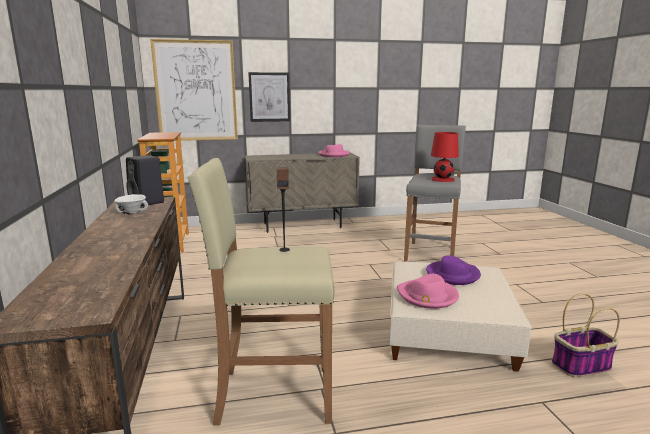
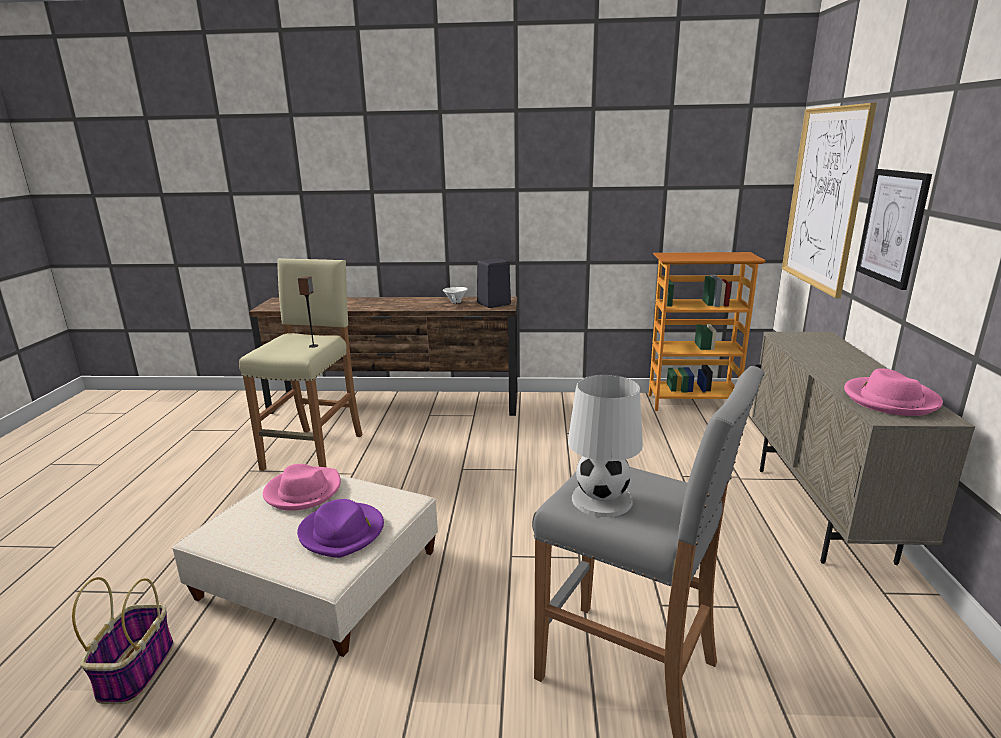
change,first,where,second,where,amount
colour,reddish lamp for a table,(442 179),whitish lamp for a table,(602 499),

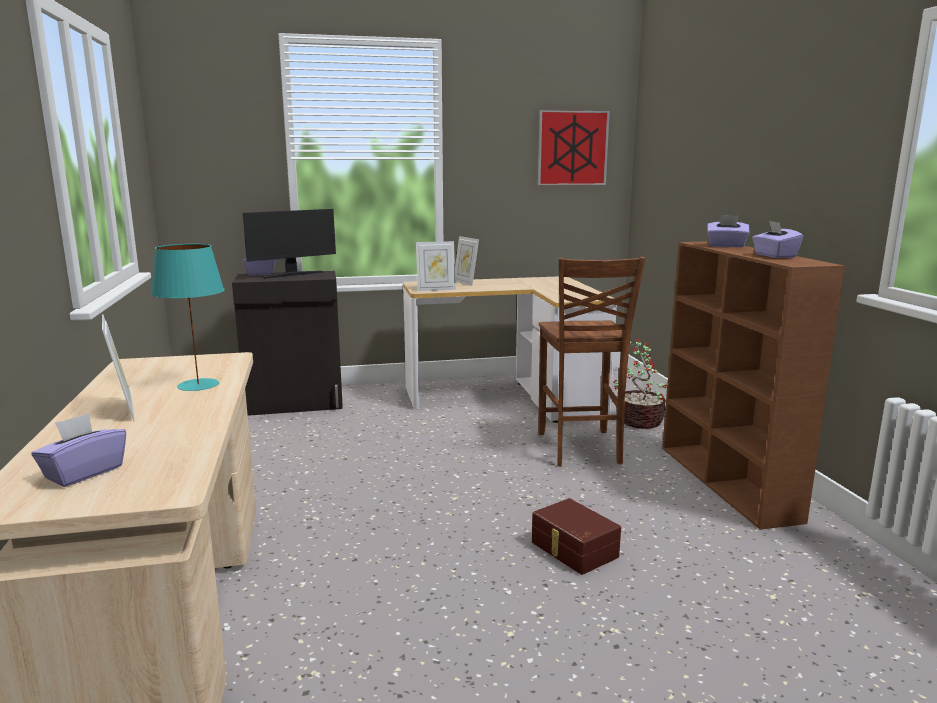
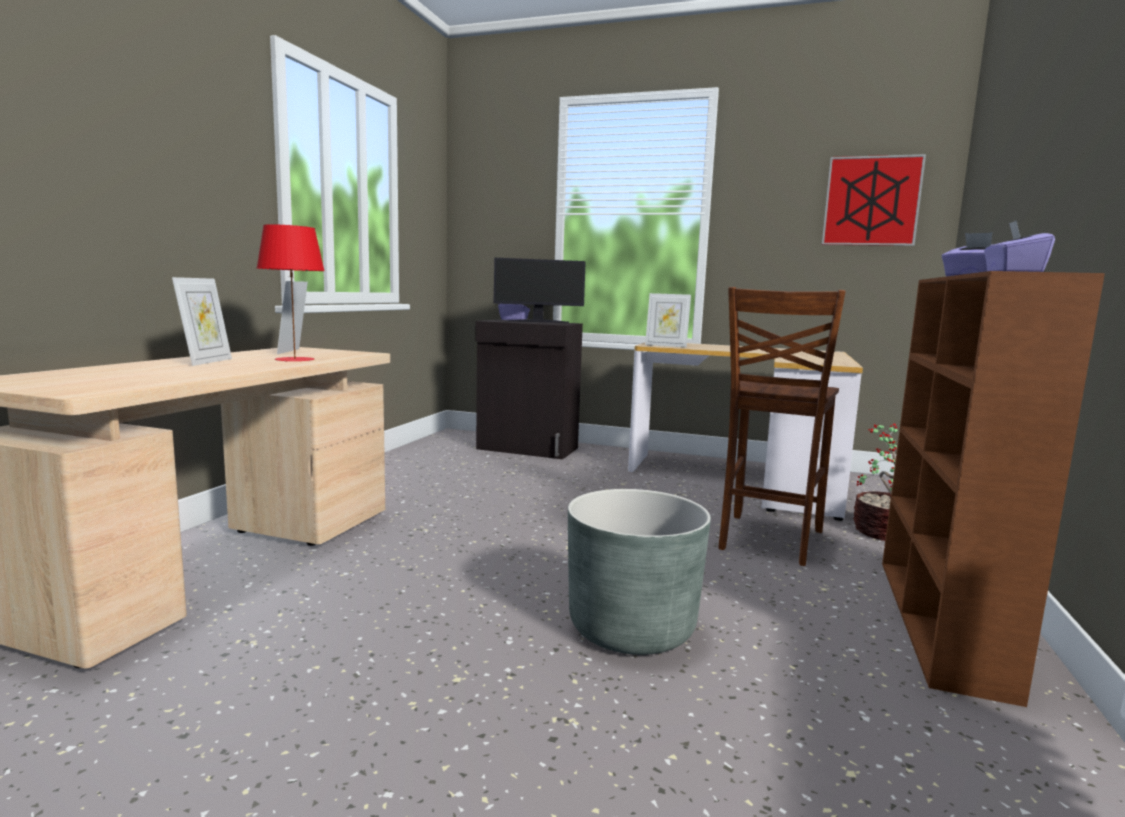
change,first,where,second,where,amount
relocated,picture frame,(465 283),,(294 351),
colour,turquoise lamp for a table,(198 384),reddish lamp for a table,(295 359),
missing,purple tissue box,(84 473),,,
exchanged,brownish storage bin,(573 550),grey plant pot,(631 628),

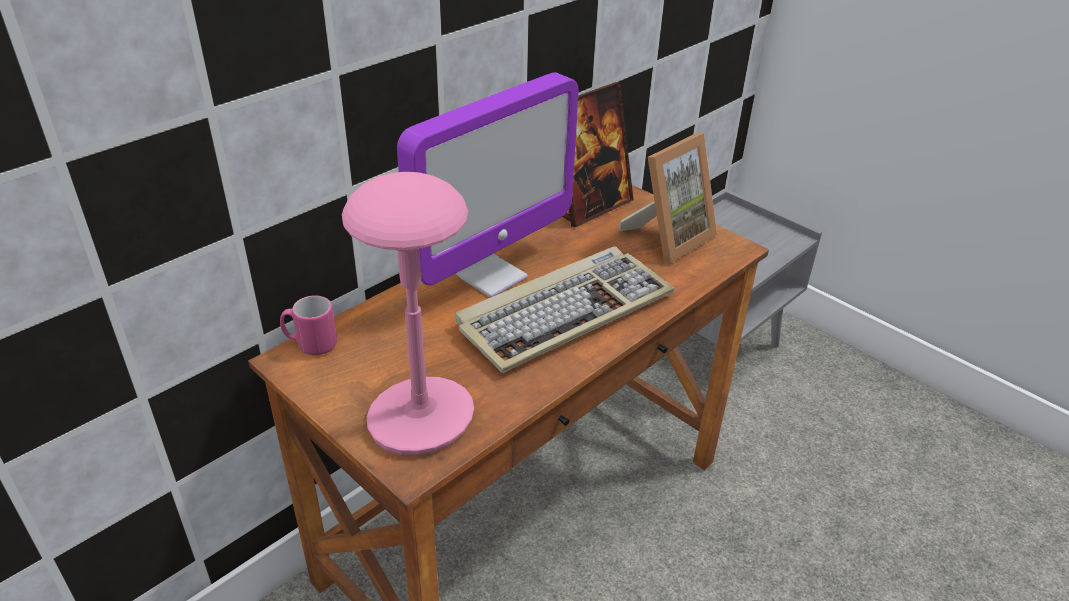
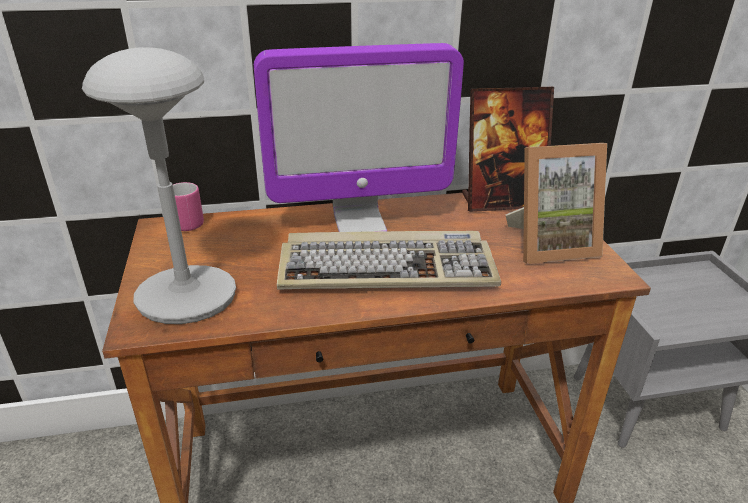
change,first,where,second,where,amount
colour,pink lamp for a table,(421 419),grey lamp for a table,(187 297),

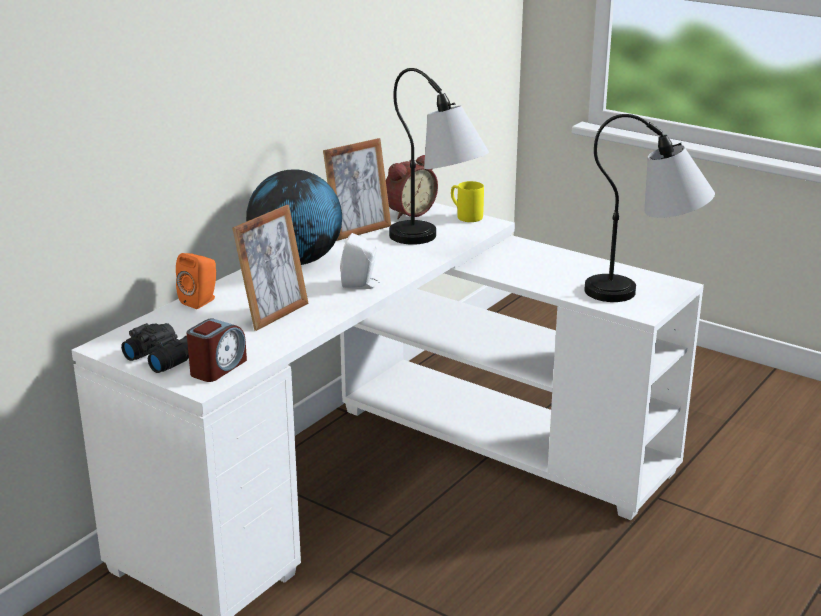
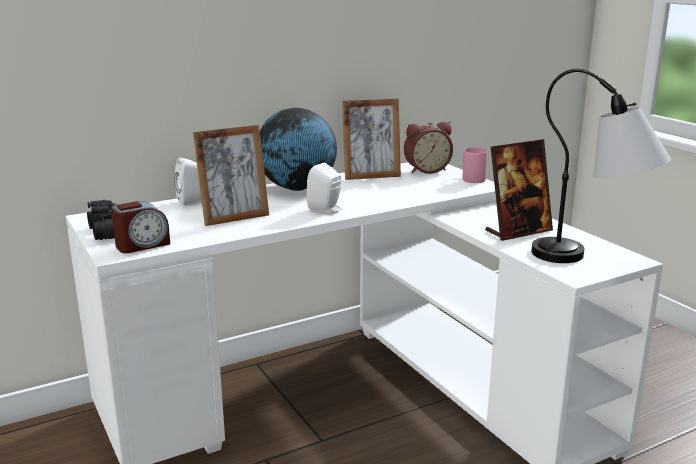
change,first,where,second,where,amount
missing,lamp for a table,(437 244),,,
colour,yellow mug,(465 216),pink mug,(471 178),
colour,orangey loudspeaker,(201 301),whitish loudspeaker,(194 201),
appeared,,,picture frame,(518 231),

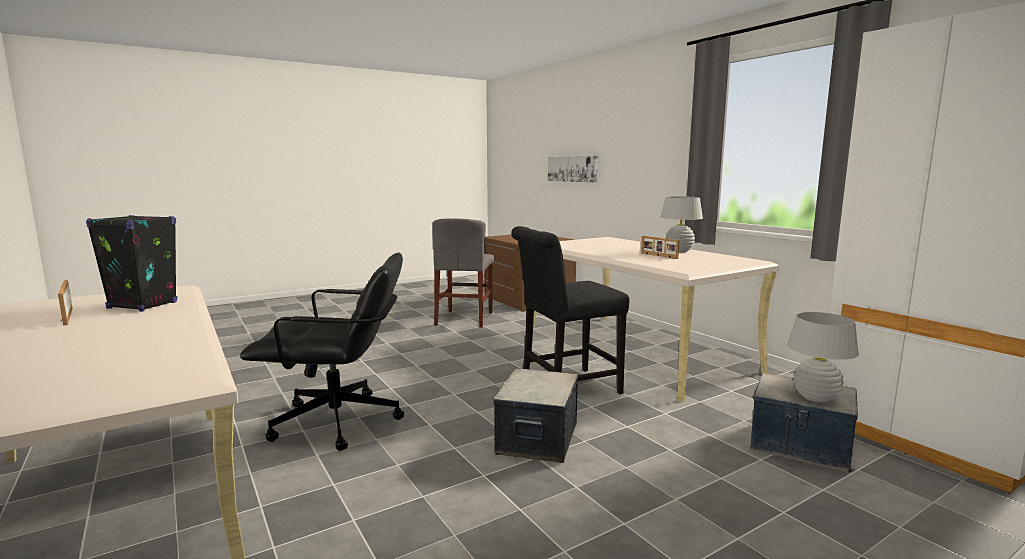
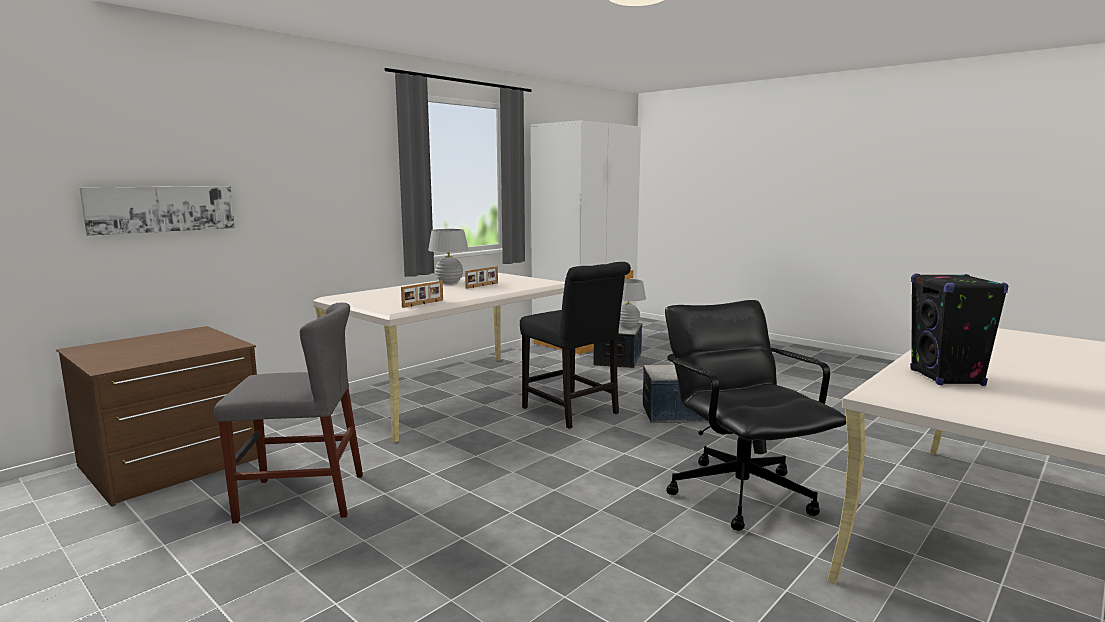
change,first,where,second,where,amount
relocated,picture frame,(66 316),,(423 304),

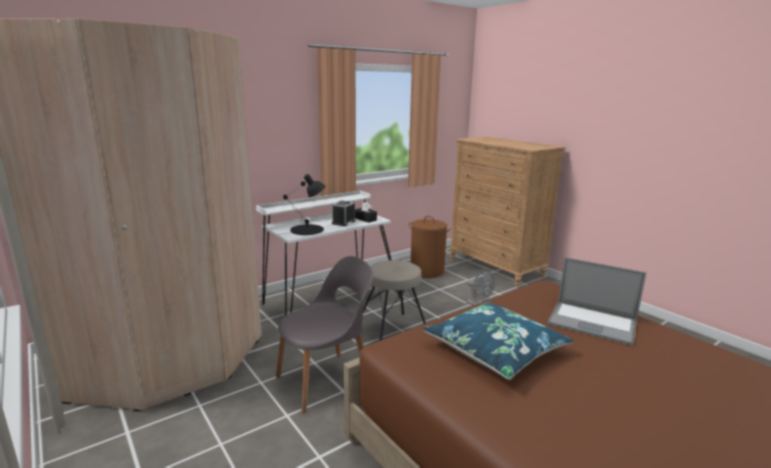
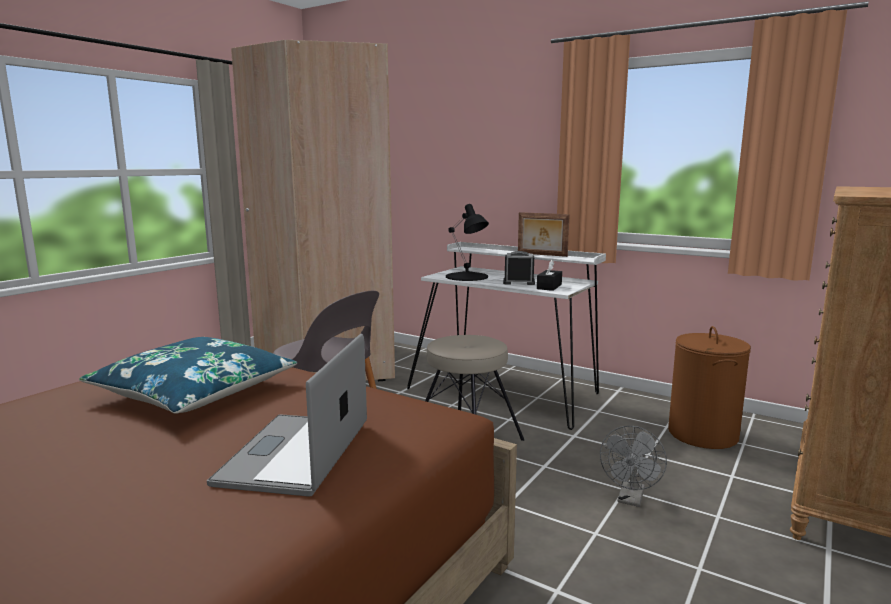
change,first,where,second,where,amount
appeared,,,picture frame,(541 255),

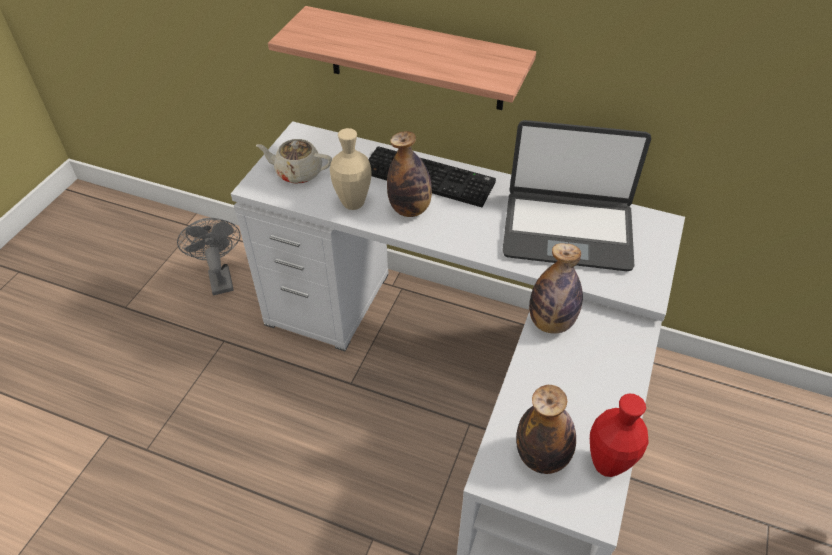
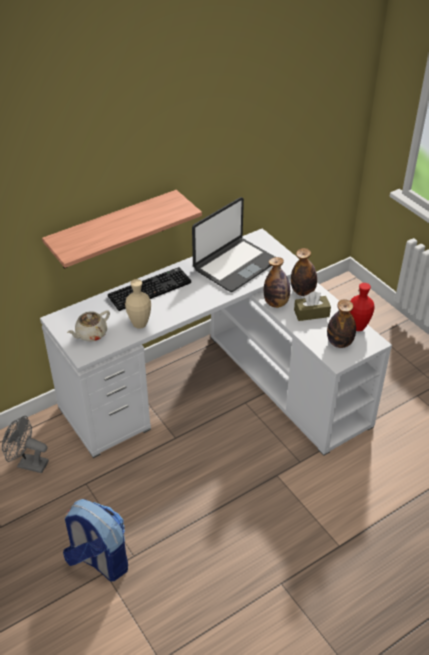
change,first,where,second,where,amount
relocated,bottle,(410 209),,(303 292),
appeared,,,brownish tissue box,(311 313),
appeared,,,rucksack,(99 560),

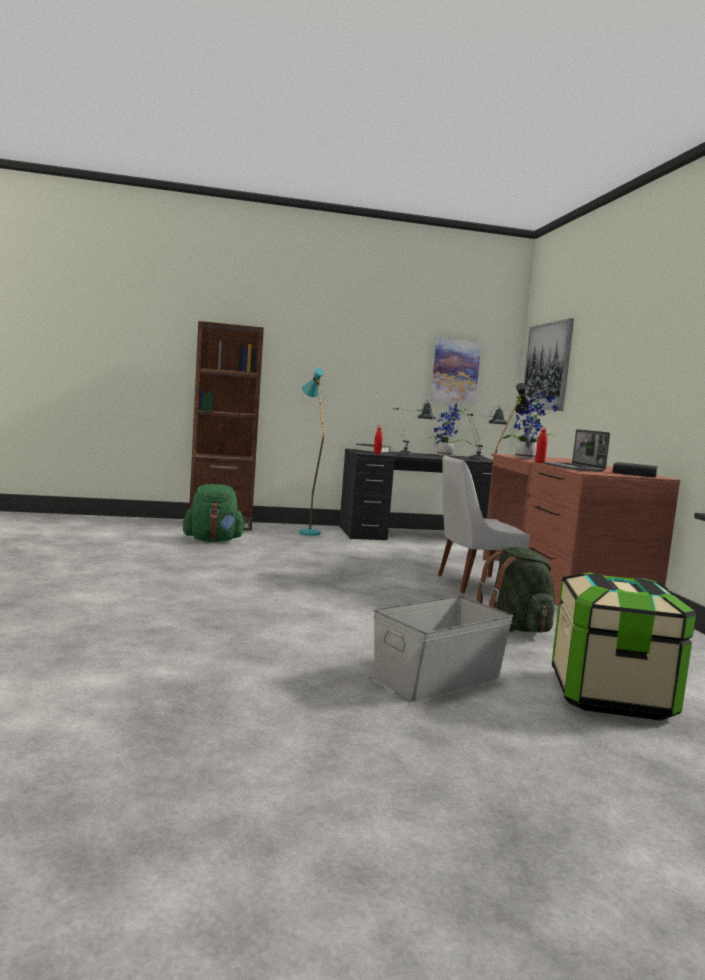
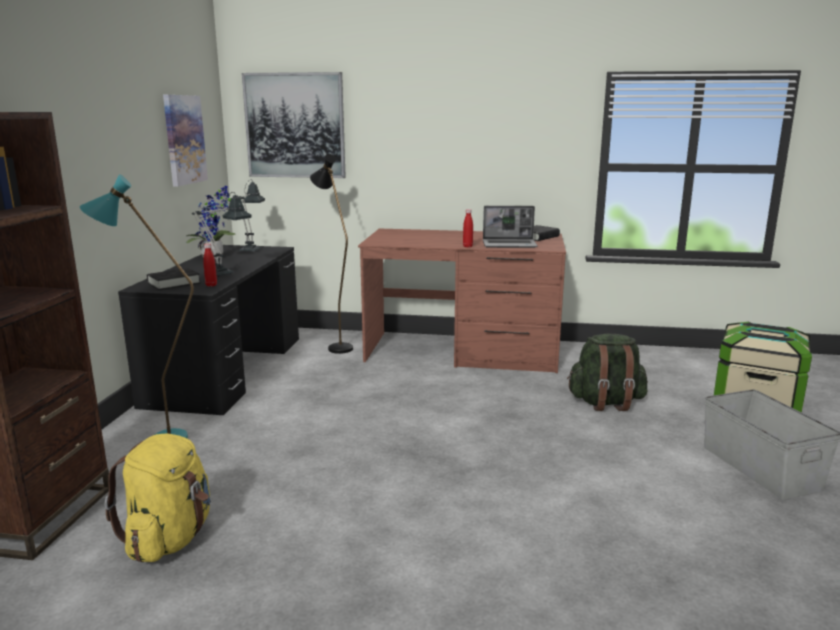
change,first,where,second,where,amount
missing,houseplant,(526 458),,,
missing,whitish chair,(473 584),,,
colour,greenish rucksack,(213 540),yellow rucksack,(170 538),

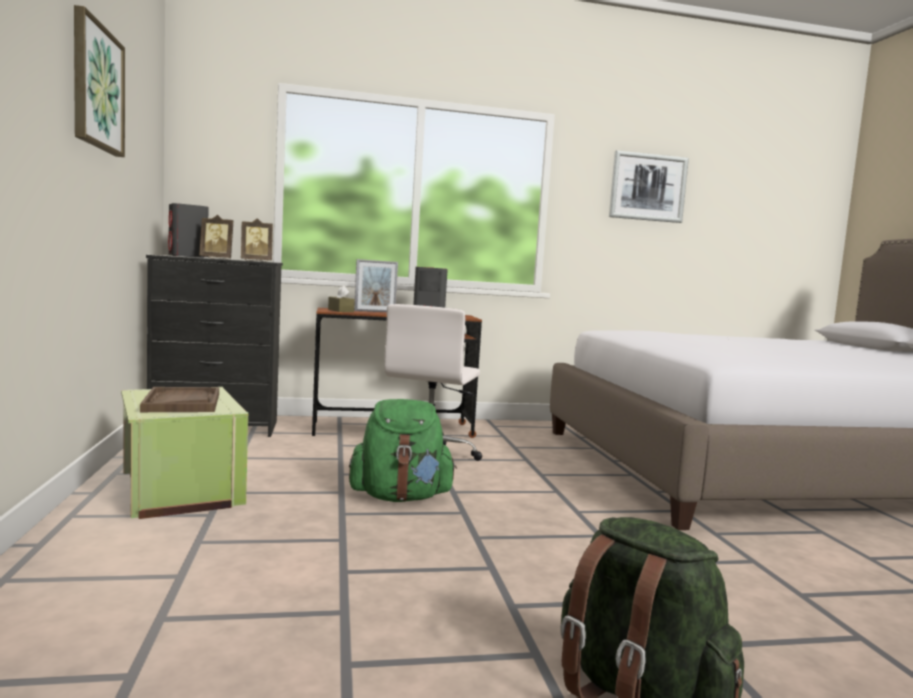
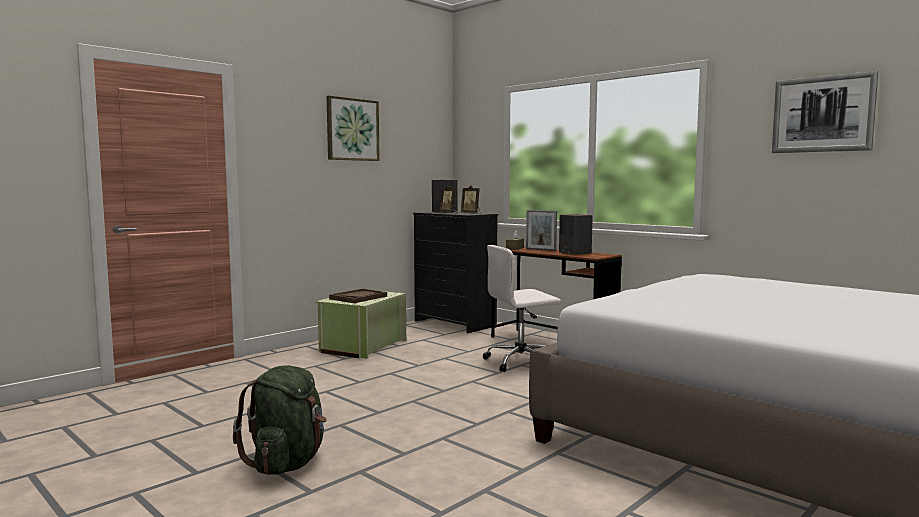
change,first,where,second,where,amount
missing,greenish rucksack,(400 497),,,

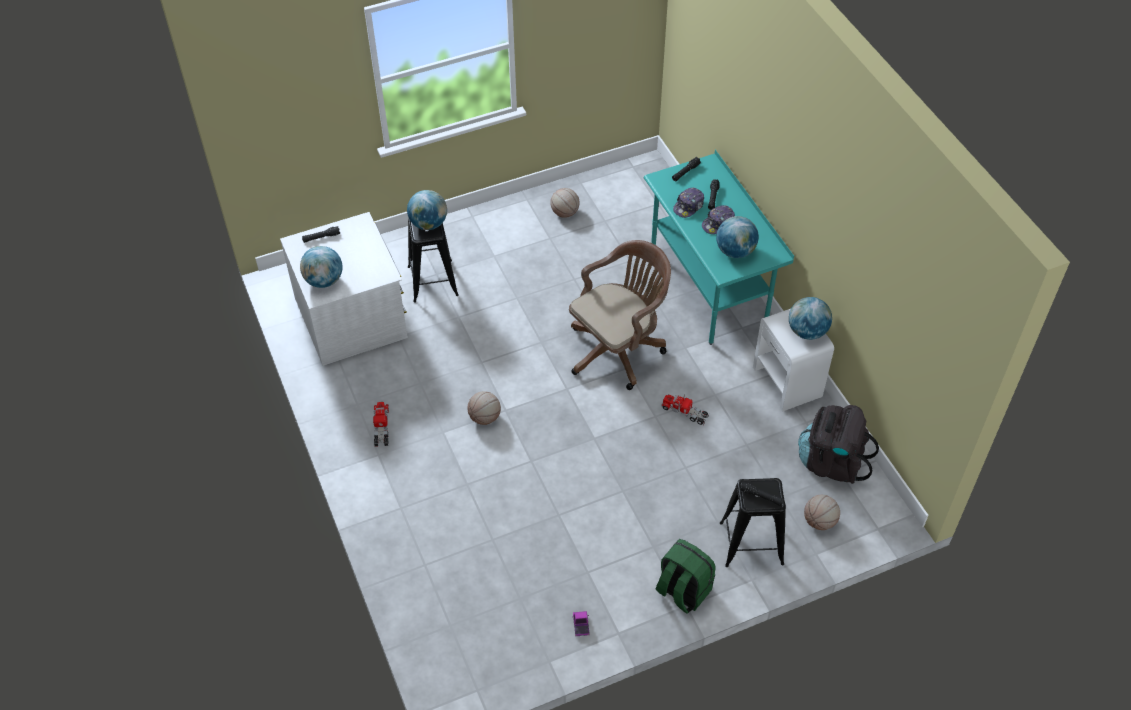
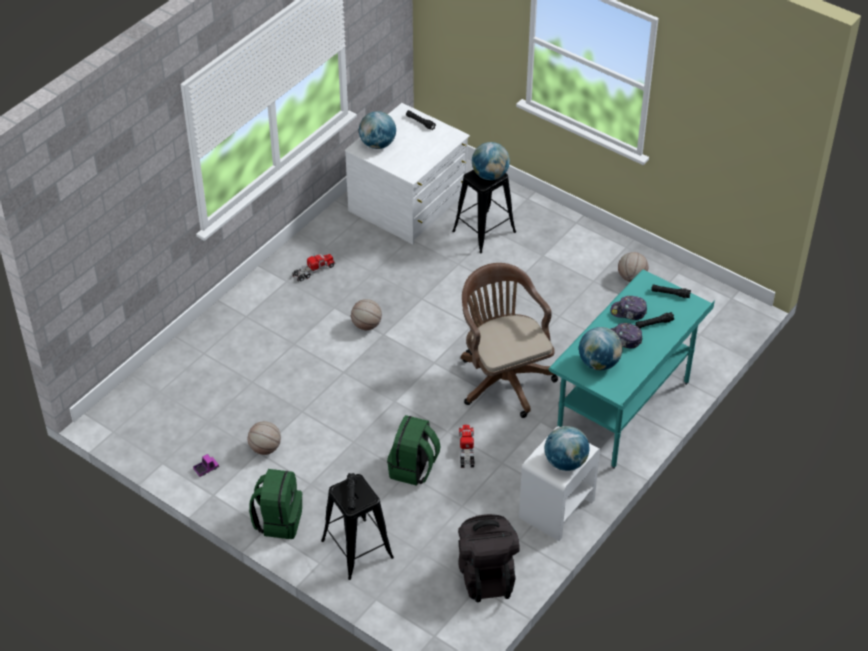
change,first,where,second,where,amount
spun,brownish office chair,(619 349),,(503 378),135 degrees counterclockwise
relocated,basketball,(819 521),,(265 448),
appeared,,,greenish rucksack,(413 469),

